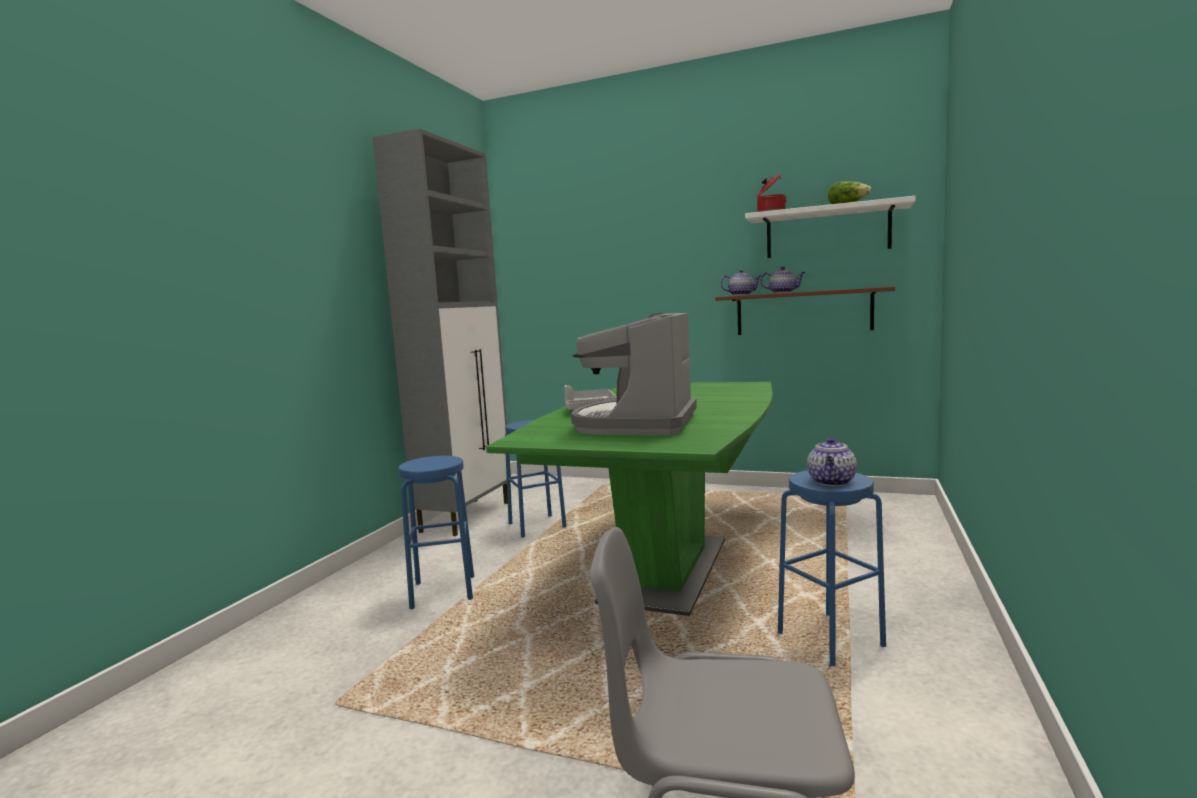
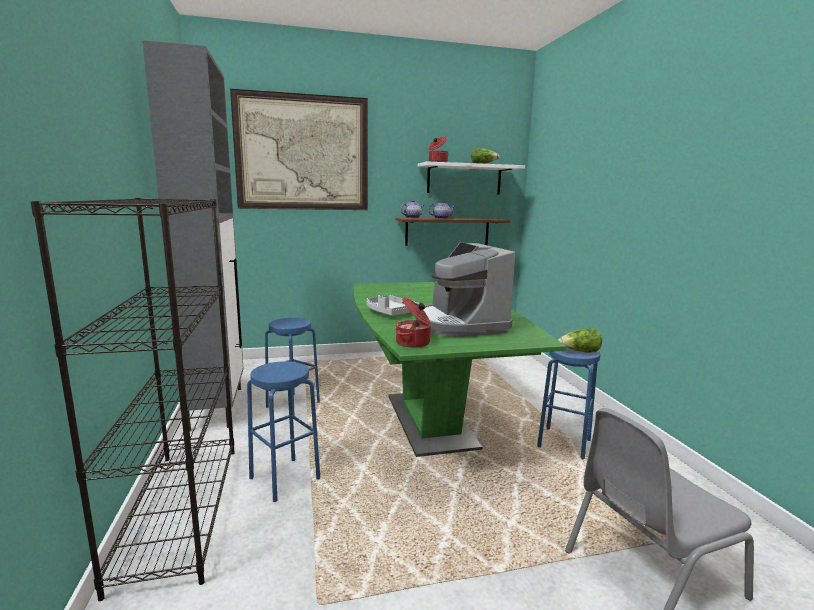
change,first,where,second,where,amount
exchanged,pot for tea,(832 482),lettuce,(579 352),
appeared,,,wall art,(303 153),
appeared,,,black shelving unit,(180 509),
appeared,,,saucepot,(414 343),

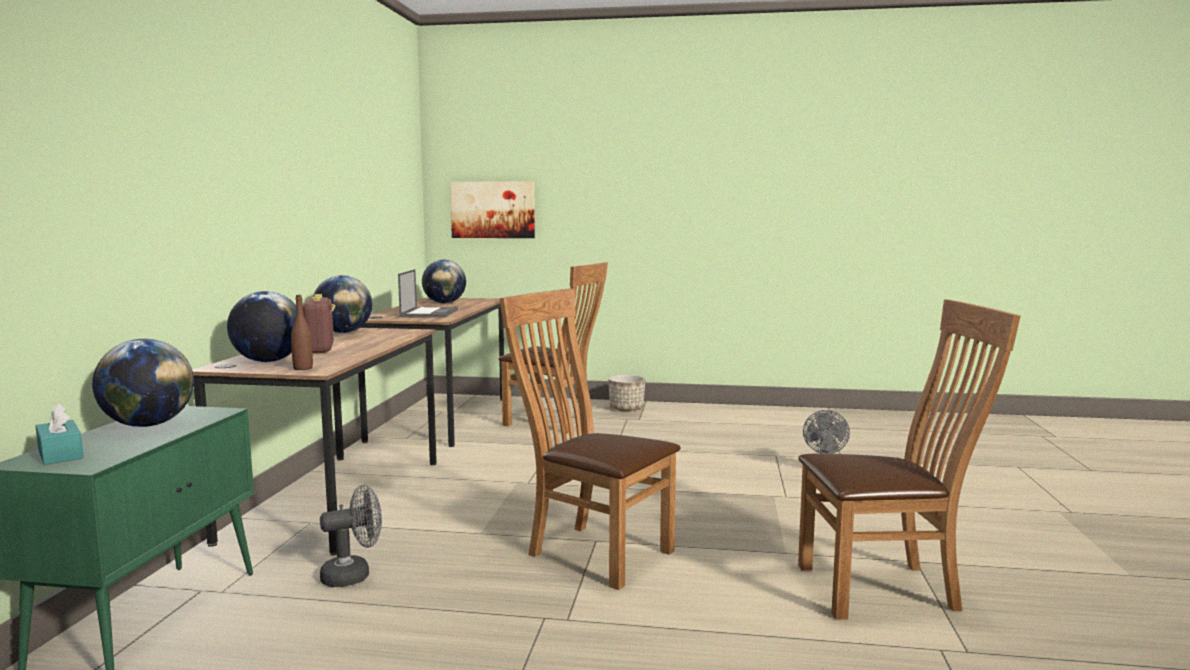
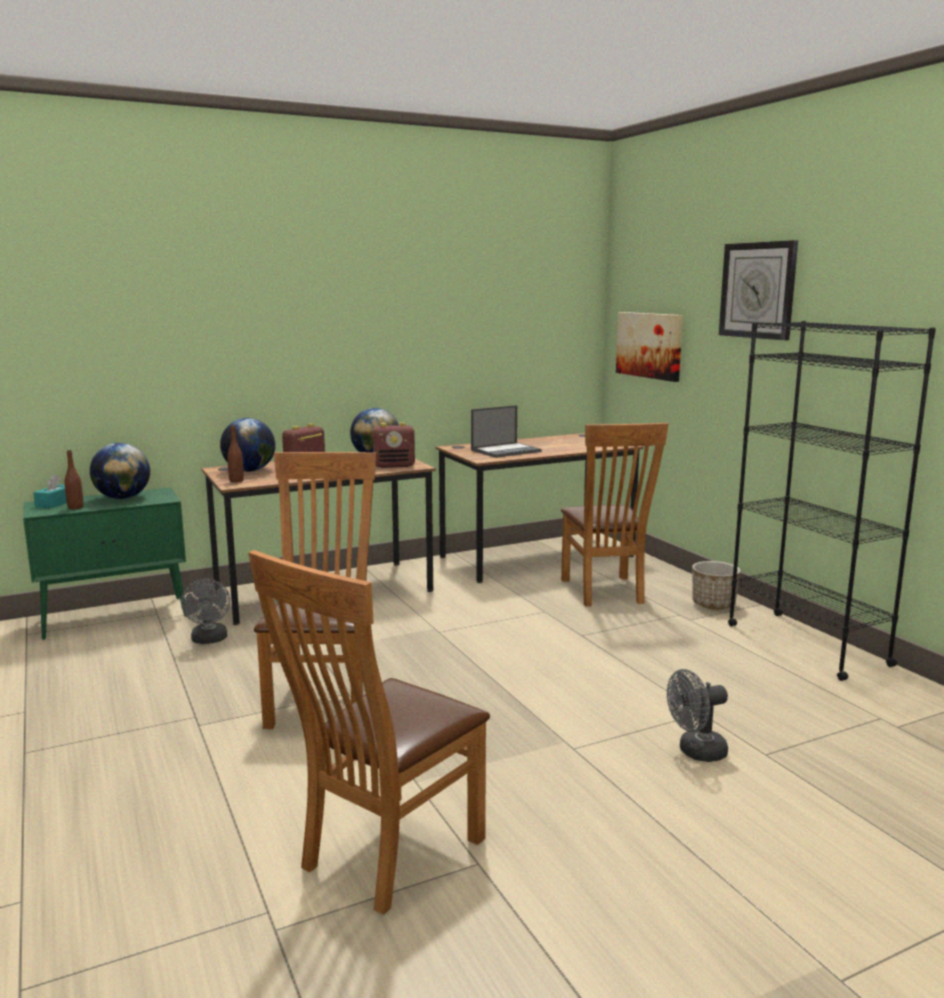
change,first,where,second,where,amount
missing,desk globe,(444 303),,,
spun,brownish chair,(886 589),,(384 856),75 degrees clockwise
spun,grey electric fan,(354 575),,(209 640),45 degrees clockwise
appeared,,,wall clock,(758 290),
appeared,,,black shelving unit,(806 644),
appeared,,,radio receiver,(394 466),
appeared,,,brownish bottle,(75 507),

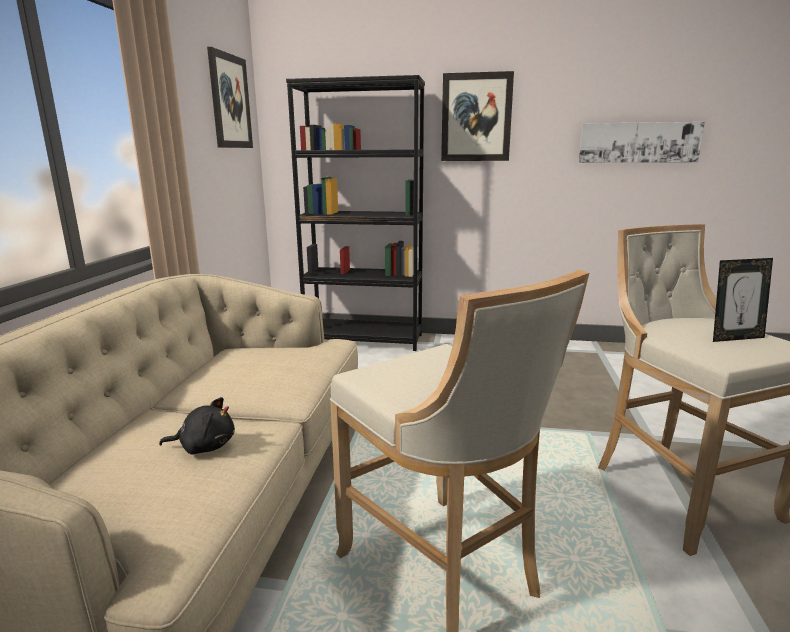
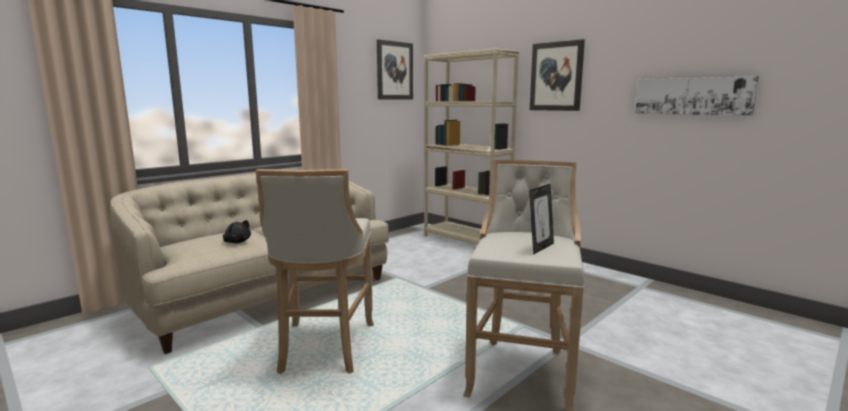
change,first,where,second,where,amount
colour,black shelving unit,(364 339),beige-coloured shelving unit,(466 240),
spun,picture frame,(734 338),,(540 248),75 degrees counterclockwise

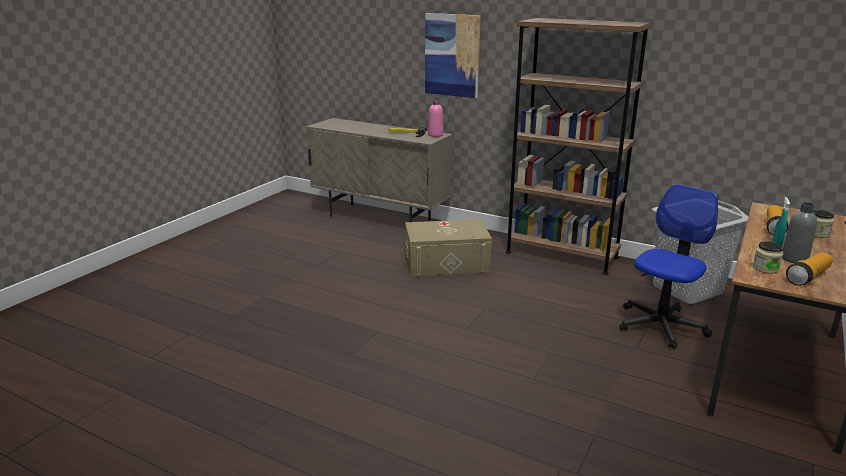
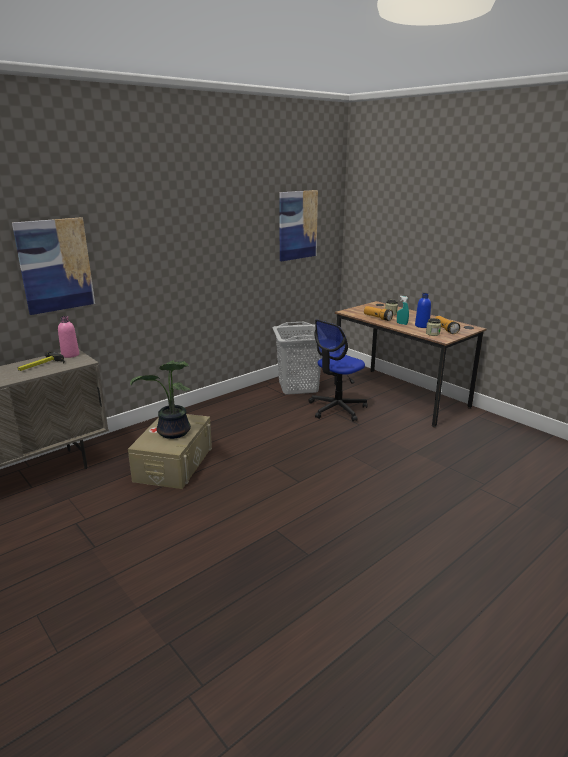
change,first,where,second,where,amount
missing,brownish shelving unit,(561 255),,,
spun,office chair,(661 325),,(337 409),105 degrees counterclockwise
colour,grey bottle,(794 259),blue-coloured bottle,(422 326),
appeared,,,wall art,(297 225),
appeared,,,houseplant,(173 433),

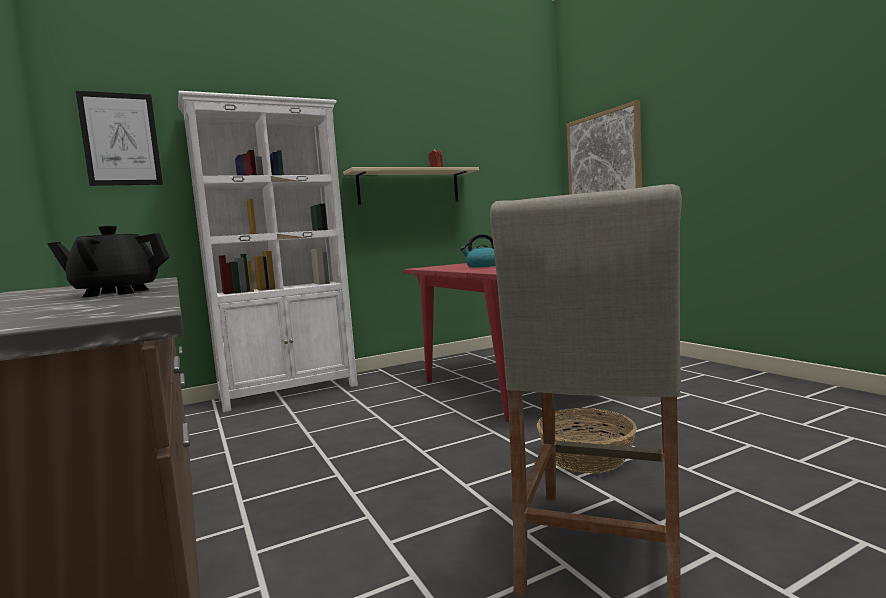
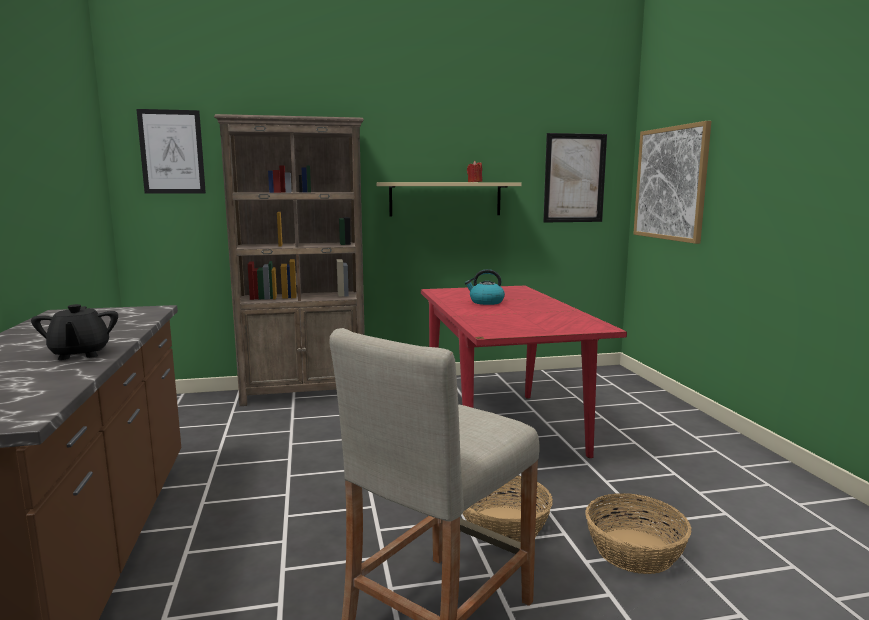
change,first,where,second,where,amount
colour,whitish shelving unit,(290 392),brownish shelving unit,(305 393),
spun,black pot for tea,(116 293),,(80 354),120 degrees counterclockwise
appeared,,,wall art,(574 178),
appeared,,,basket,(635 551),

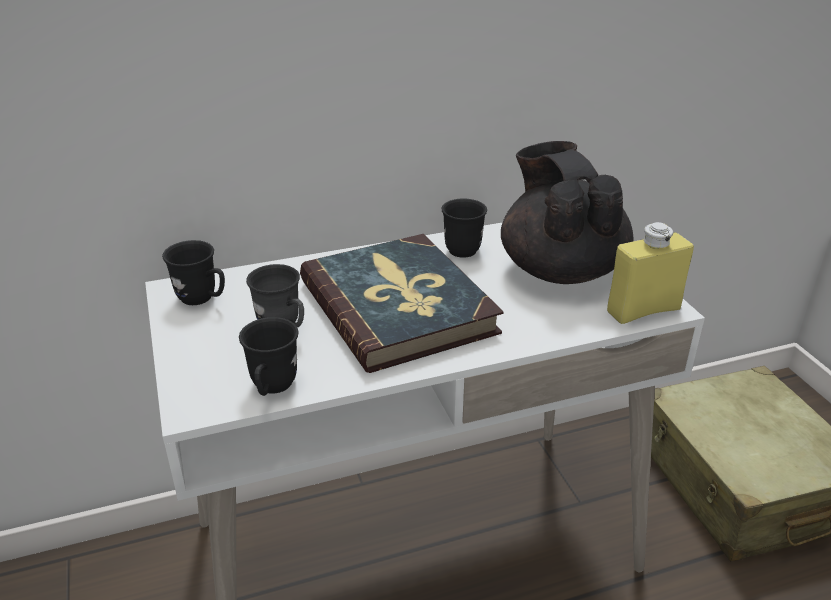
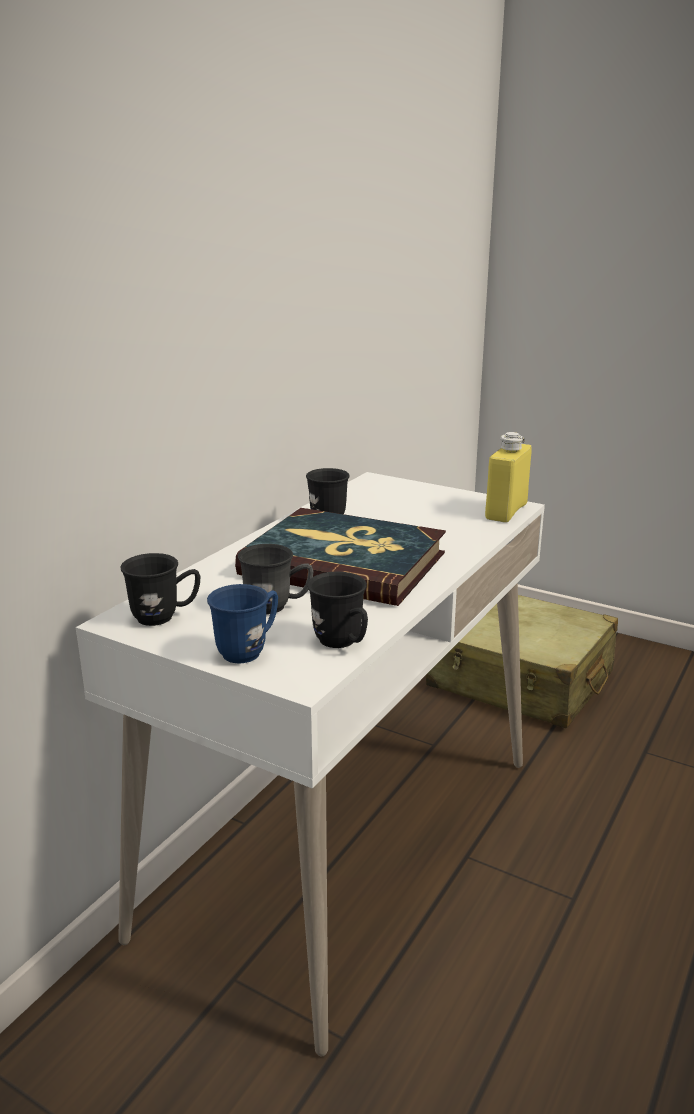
change,first,where,second,where,amount
missing,black pot for tea,(560 269),,,
appeared,,,blue-coloured mug,(249 650),

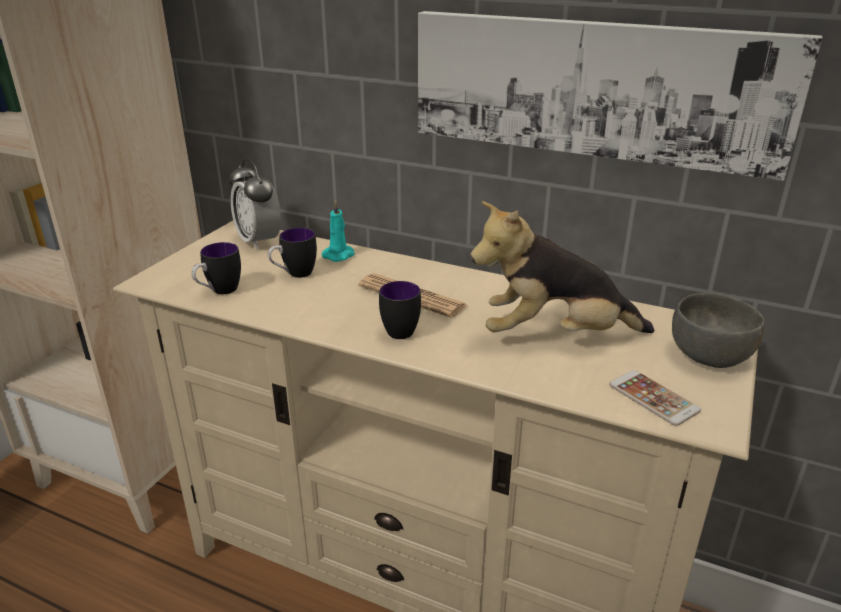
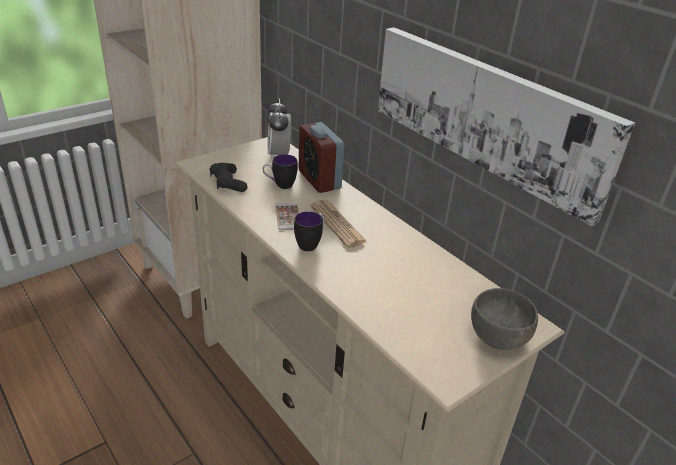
change,first,where,second,where,amount
exchanged,turquoise candle,(339 255),table clock,(319 180),
missing,cuddly toy,(554 336),,,
exchanged,mug,(219 292),black gamepad,(228 183),
relocated,phone,(653 398),,(288 217),

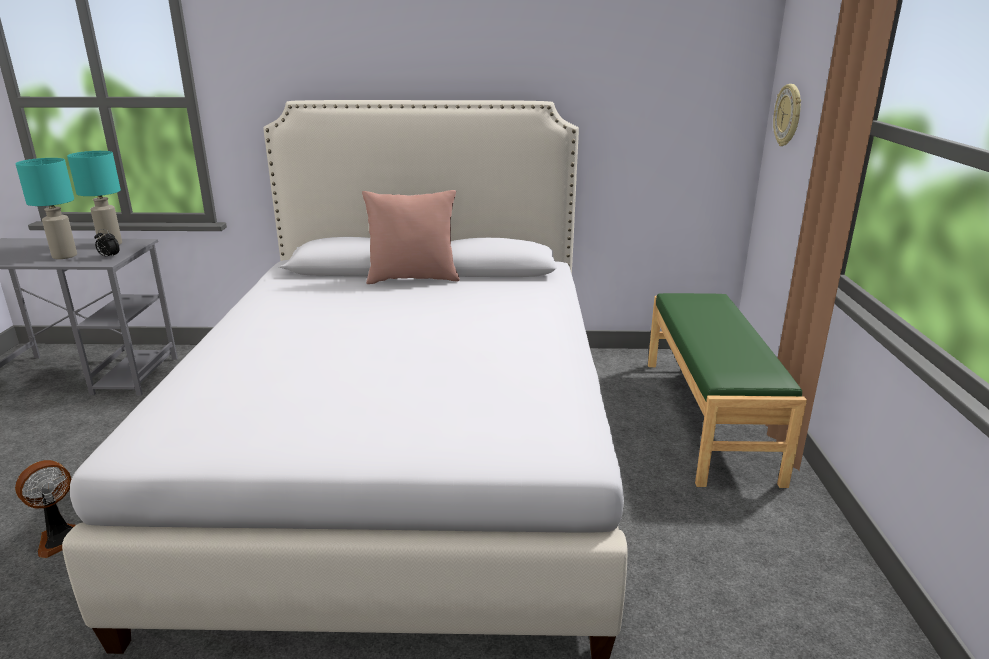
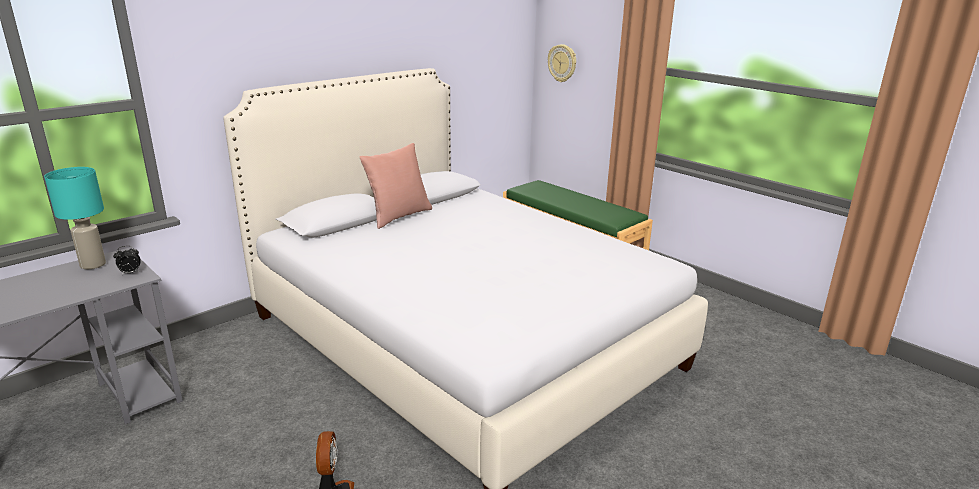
change,first,where,second,where,amount
missing,turquoise lamp for a table,(64 256),,,

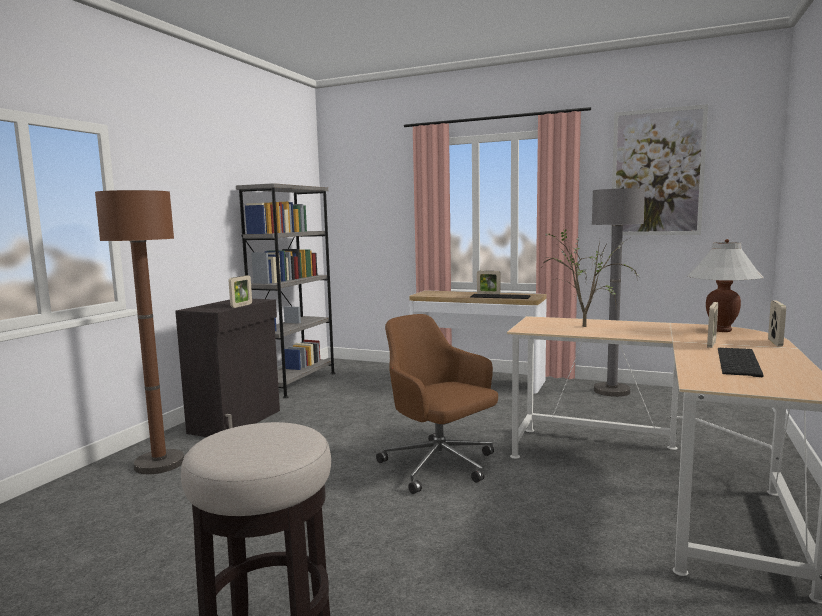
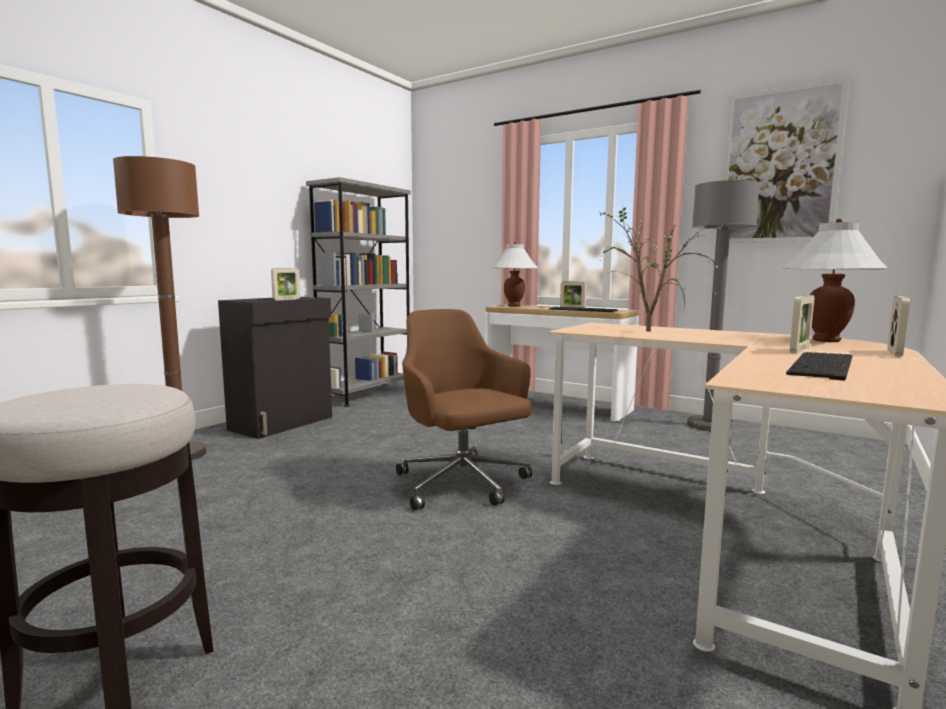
change,first,where,second,where,amount
appeared,,,whitish lamp for a table,(514 306),

